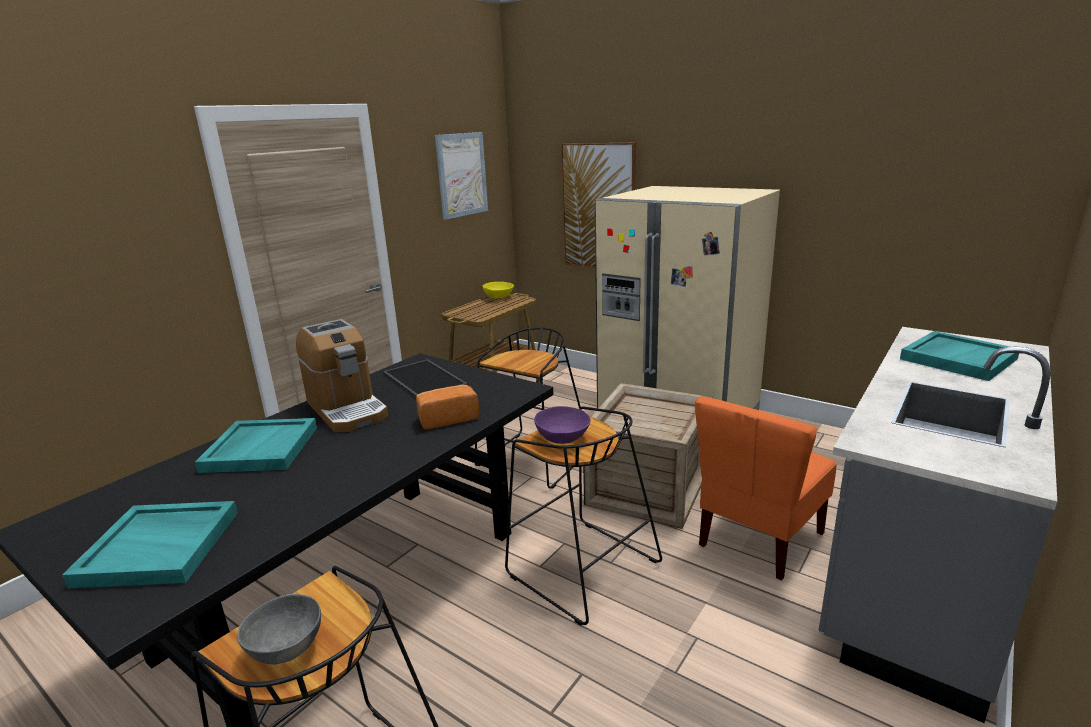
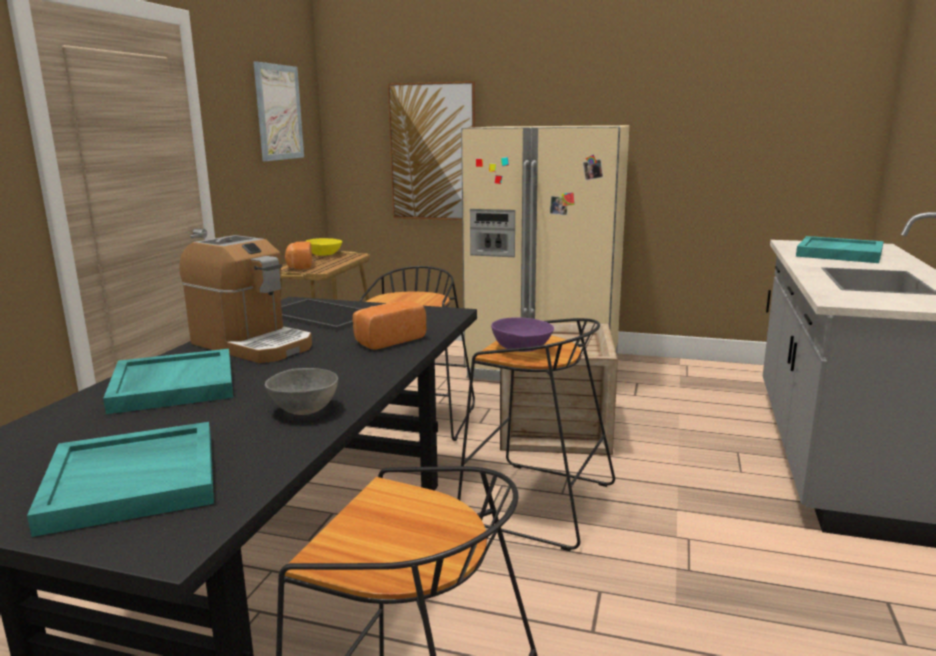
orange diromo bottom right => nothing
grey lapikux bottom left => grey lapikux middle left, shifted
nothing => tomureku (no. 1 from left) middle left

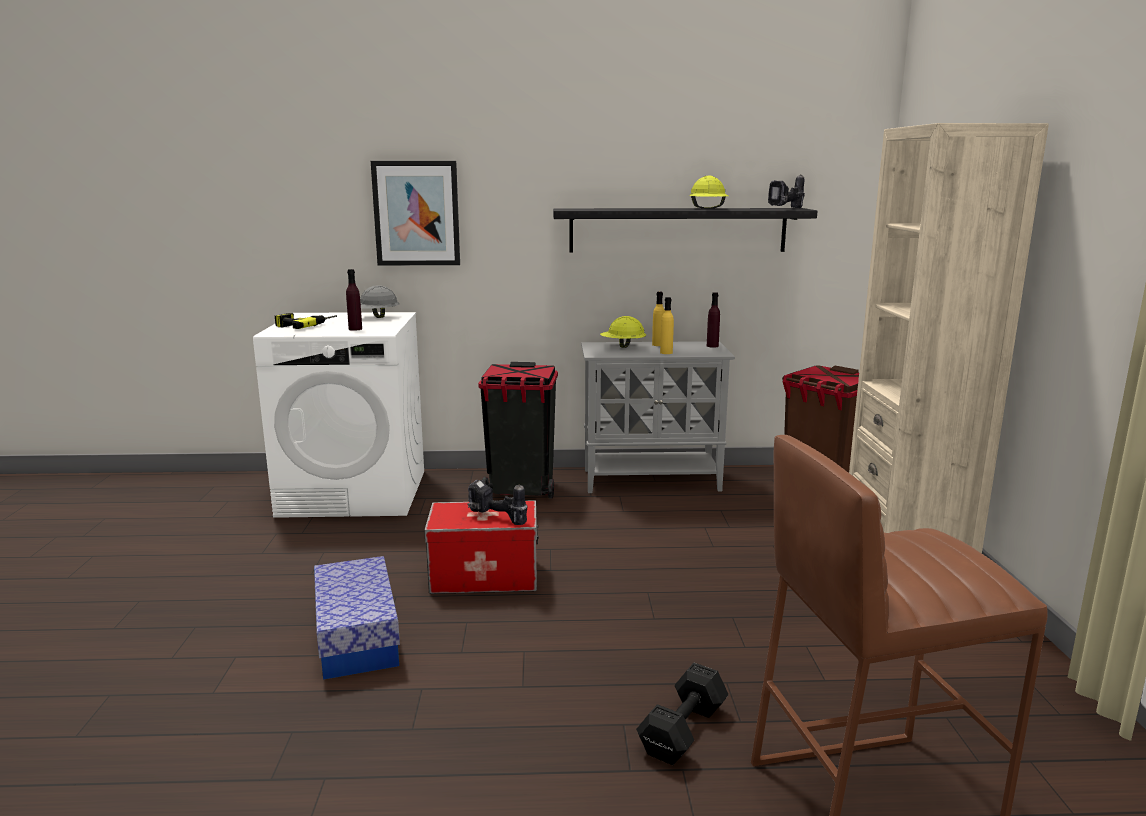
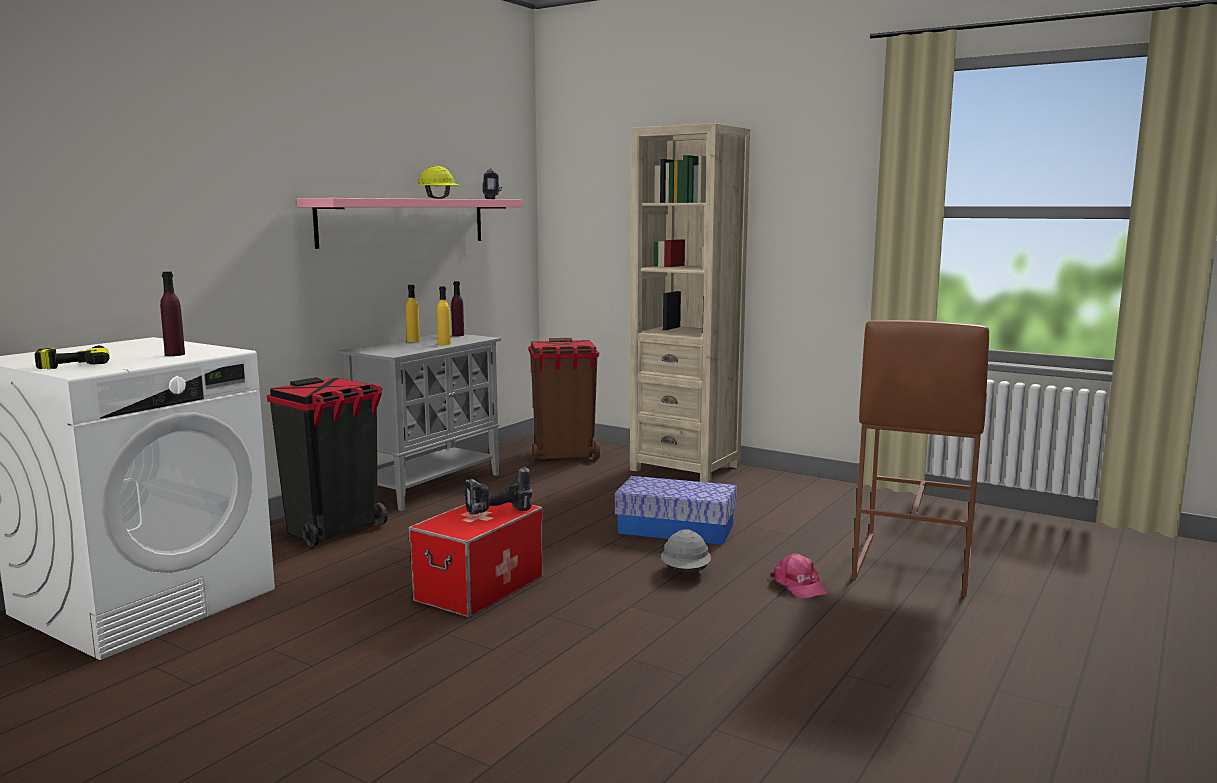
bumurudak top centre => nothing
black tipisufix top centre => pink tipisufix top centre
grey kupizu middle left => grey kupizu bottom centre, shifted
yellow kupizu (no. 1 from left) centre => nothing
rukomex (no. 1 from left in the first image) bottom left => rukomex (no. 2 from left) centre, shifted
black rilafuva bottom centre => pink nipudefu bottom centre

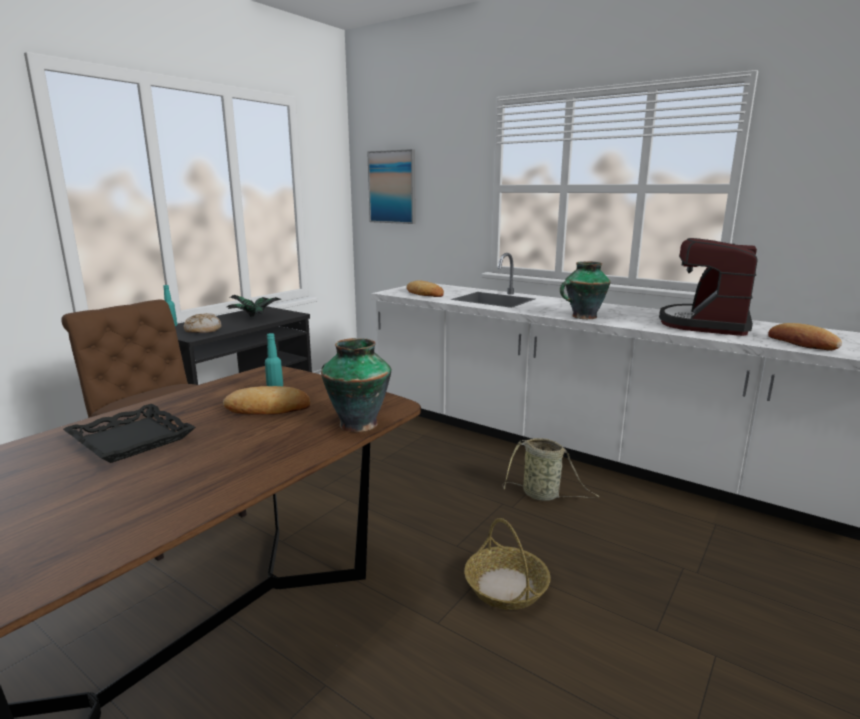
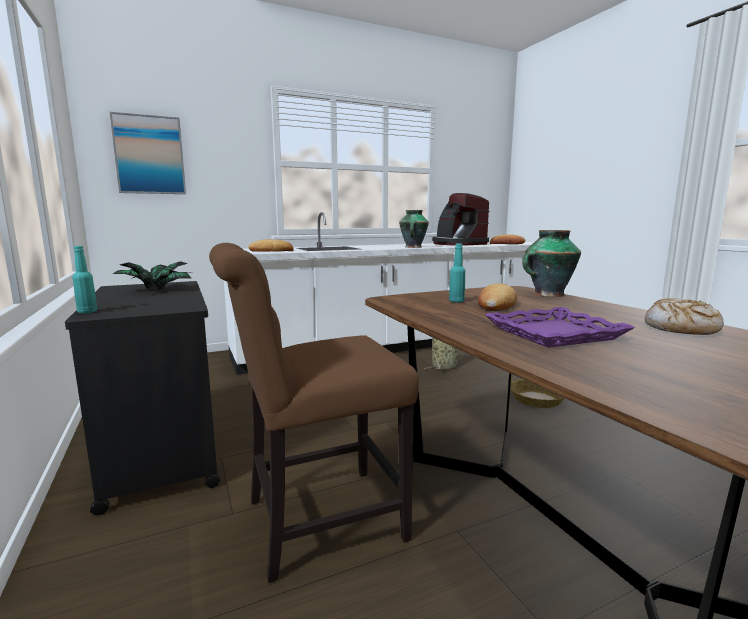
tomureku (no. 1 from left in the first image) middle left => tomureku (no. 4 from left) middle right, shifted
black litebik middle left => purple litebik middle right

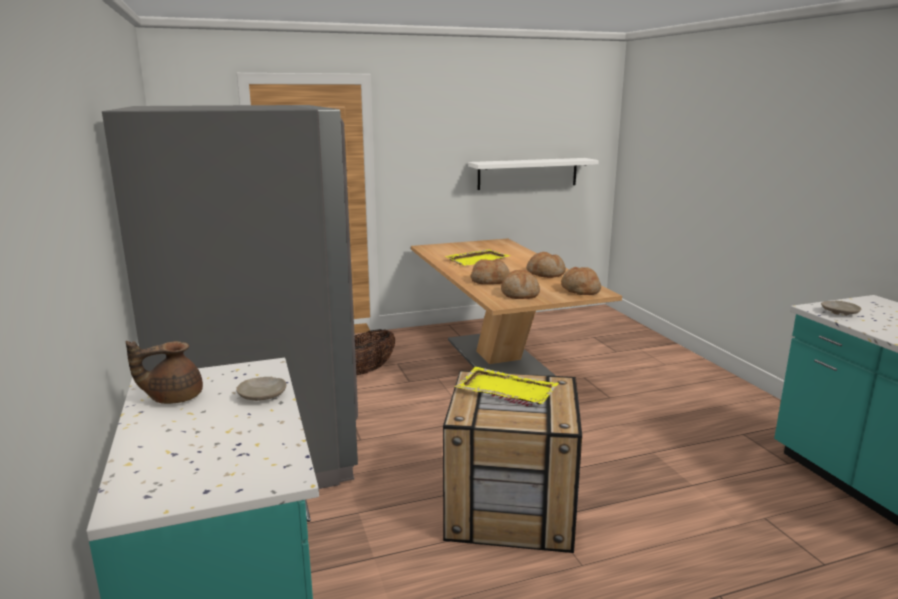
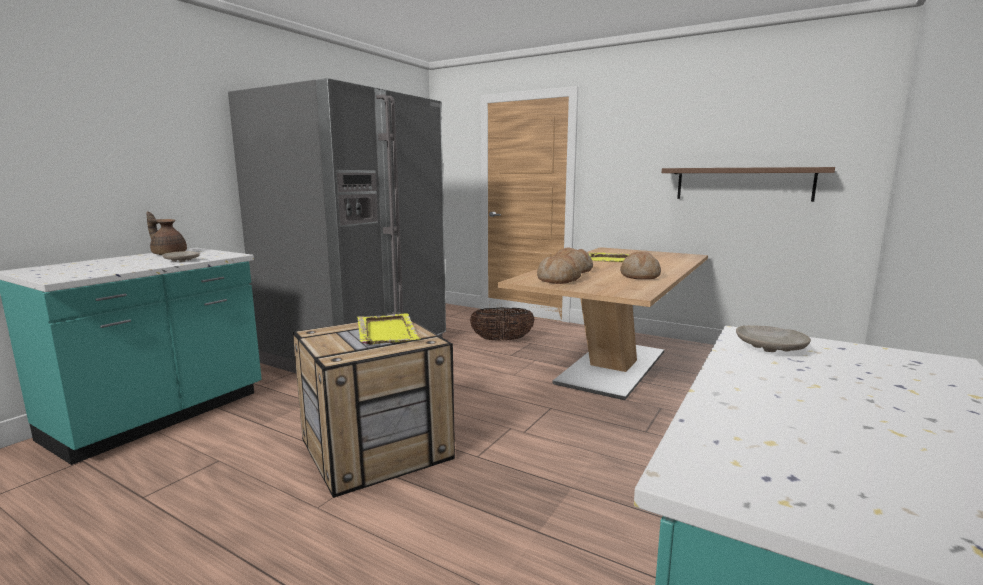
white tipisufix top centre => brown tipisufix top right
tomureku (no. 4 from left) centre => nothing

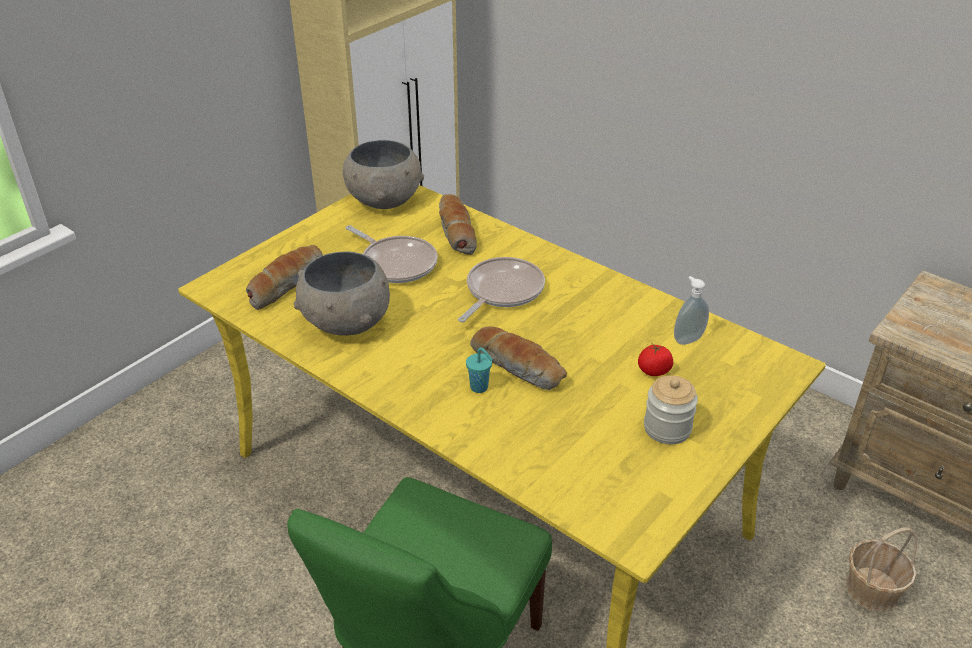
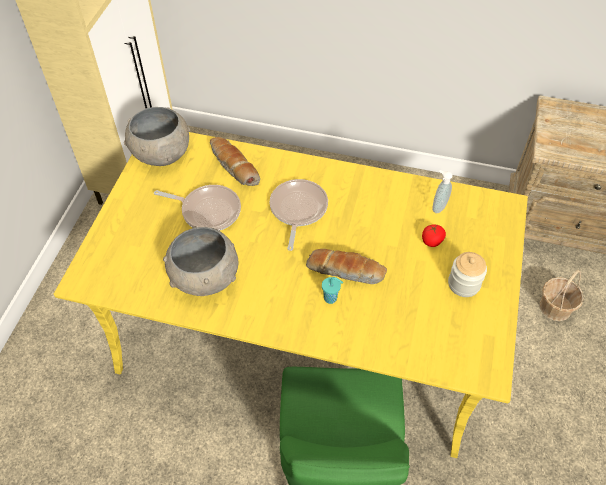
tomureku (no. 1 from left) middle left => nothing

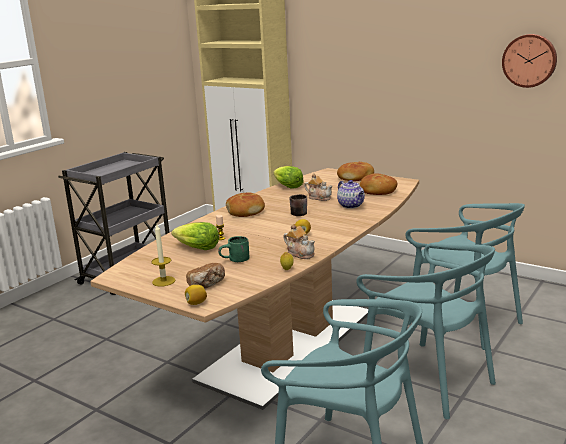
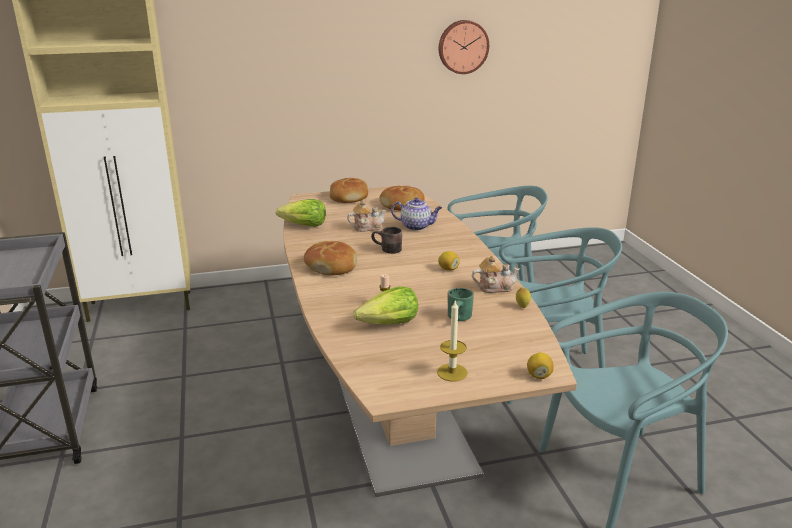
tomureku (no. 1 from left) centre => nothing

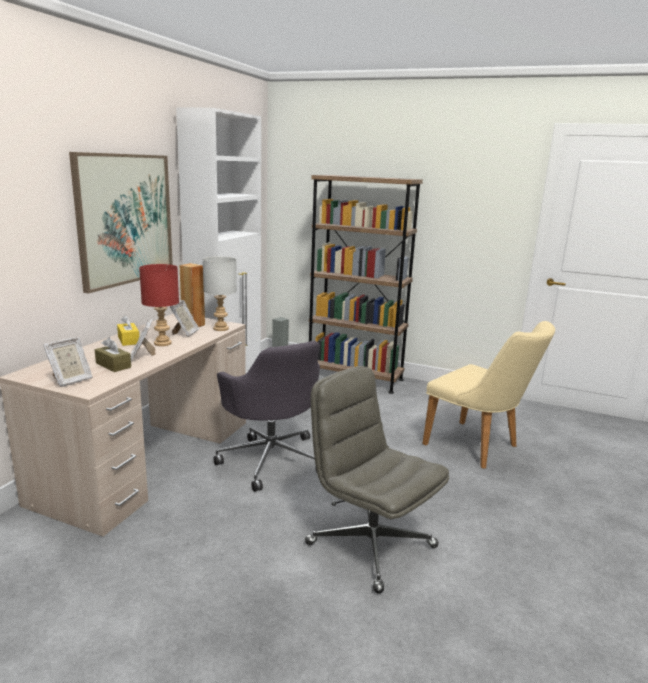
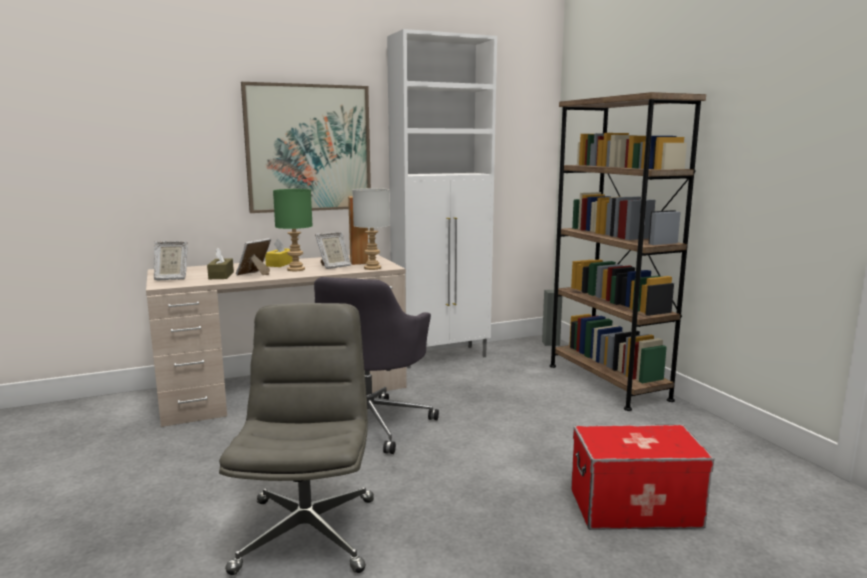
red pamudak middle left => green pamudak centre
beige diromo middle right => rukomex bottom right

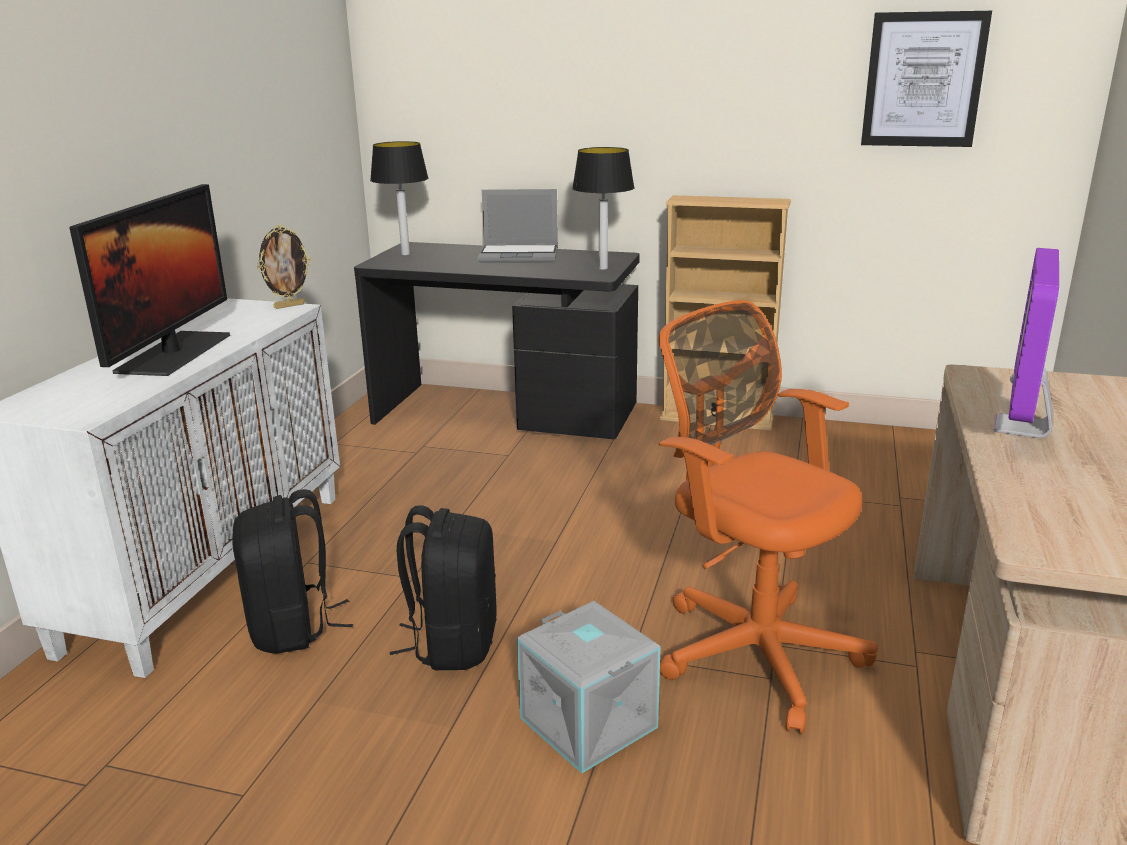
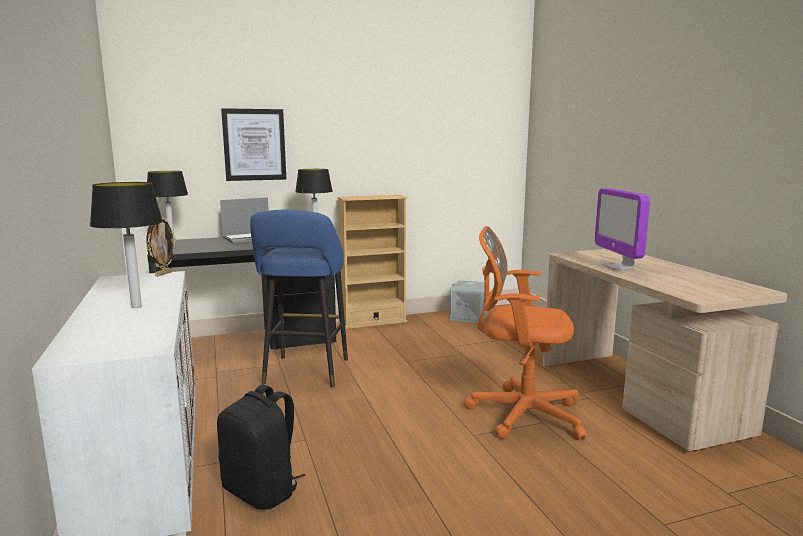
bumurudak top right => bumurudak top left, shifted
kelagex (no. 1 from left) top left => pamudak (no. 1 from left) middle left
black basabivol (no. 2 from left) bottom centre => nothing
grey rukomex bottom centre => grey rukomex centre, shifted
nothing => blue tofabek centre

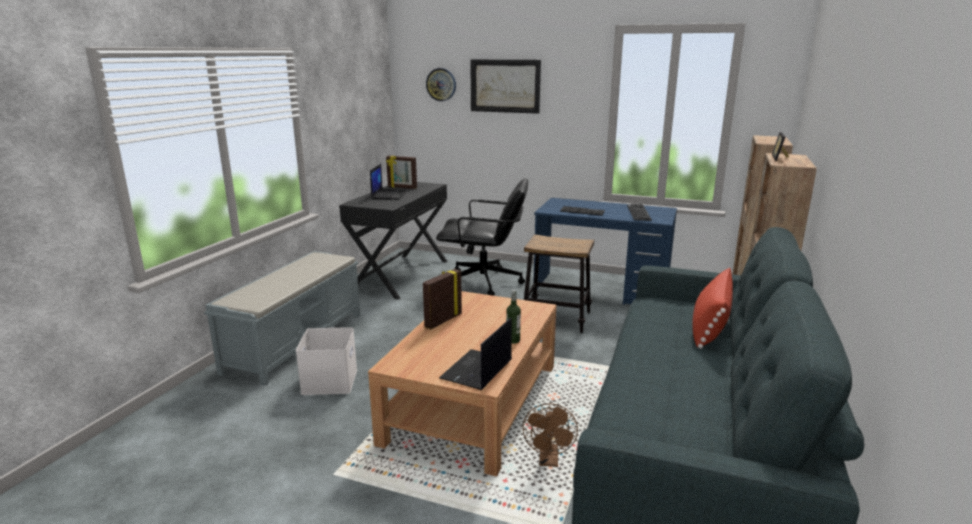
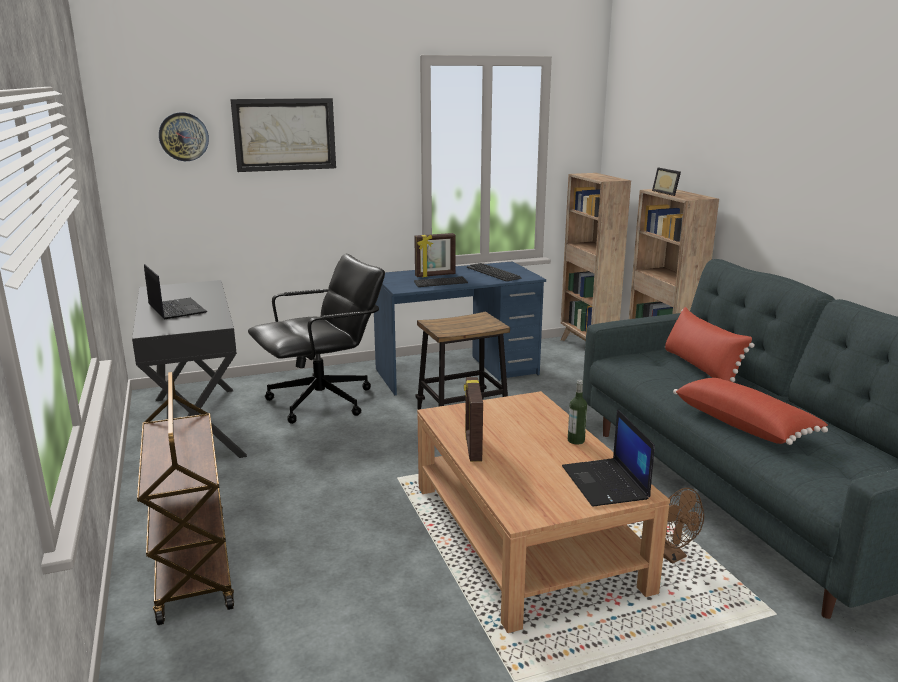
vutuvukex (no. 1 from left) top centre => vutuvukex (no. 1 from left) centre, shifted
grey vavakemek middle left => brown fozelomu bottom left
white rukomex bottom centre => nothing
nothing => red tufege (no. 2 from left) middle right

